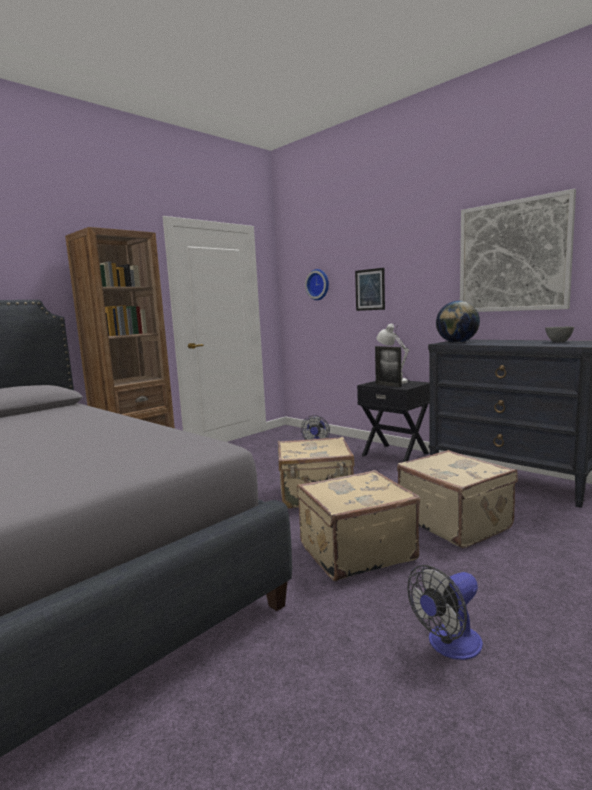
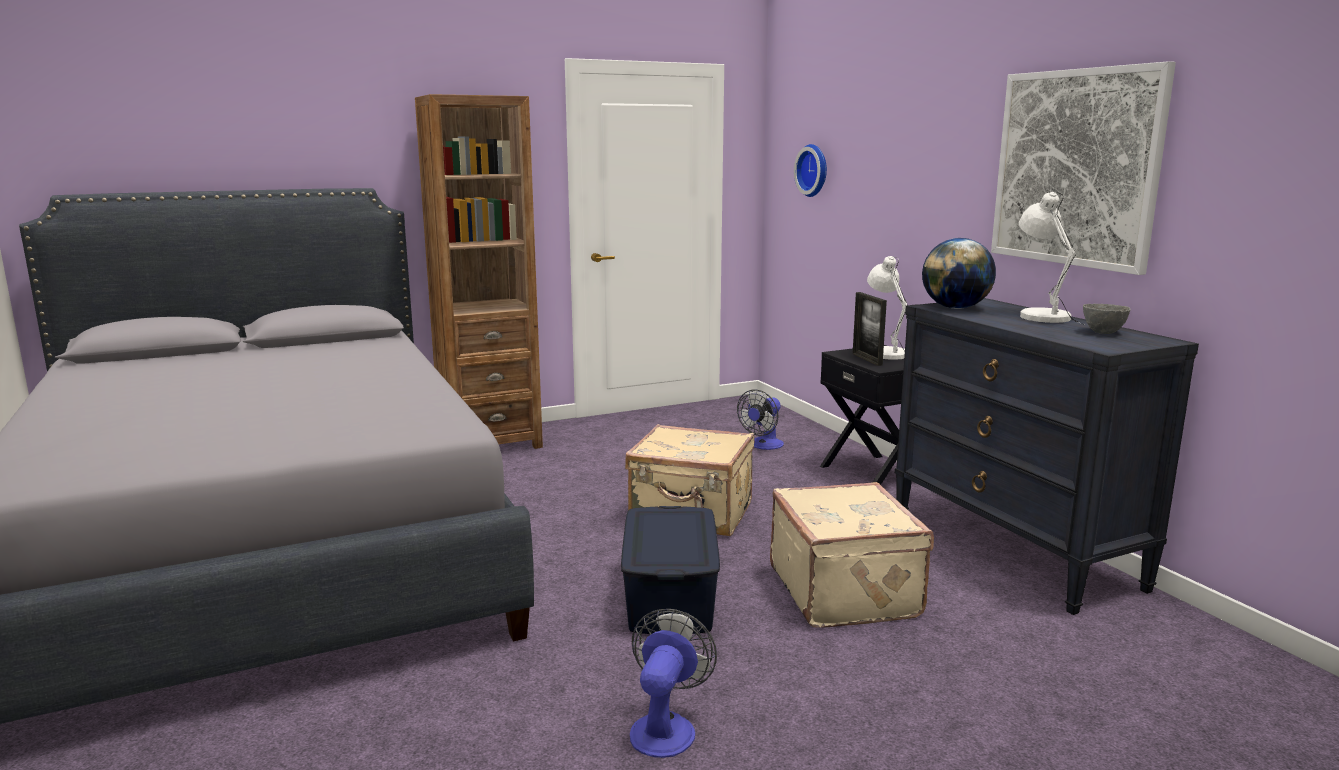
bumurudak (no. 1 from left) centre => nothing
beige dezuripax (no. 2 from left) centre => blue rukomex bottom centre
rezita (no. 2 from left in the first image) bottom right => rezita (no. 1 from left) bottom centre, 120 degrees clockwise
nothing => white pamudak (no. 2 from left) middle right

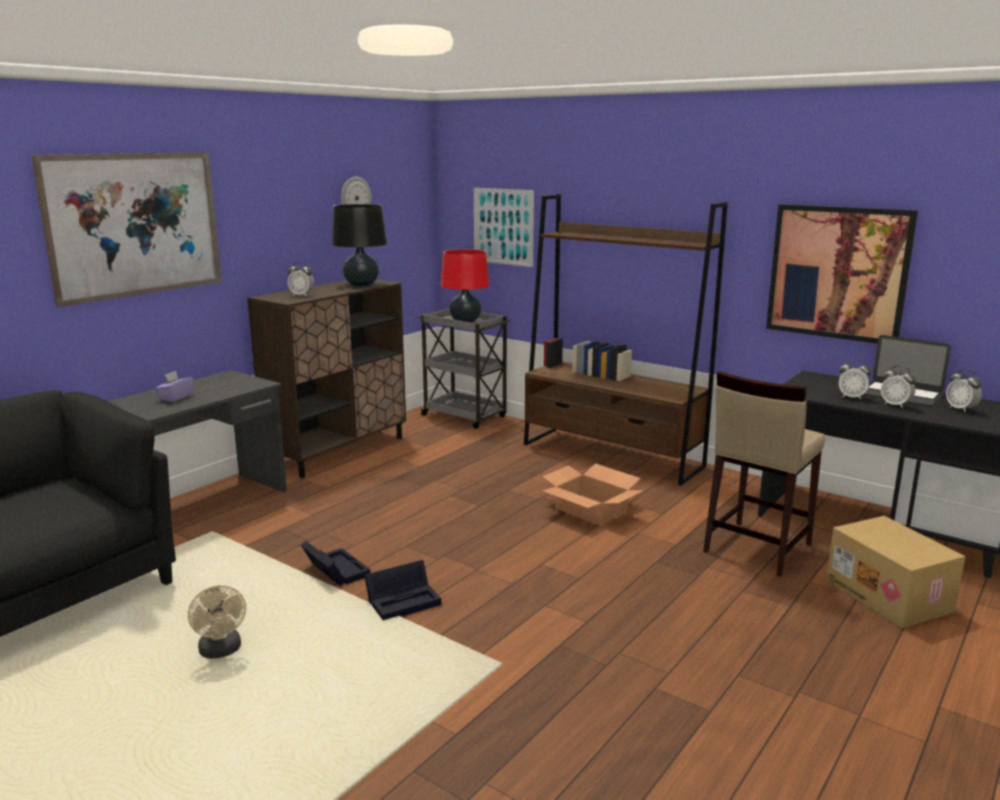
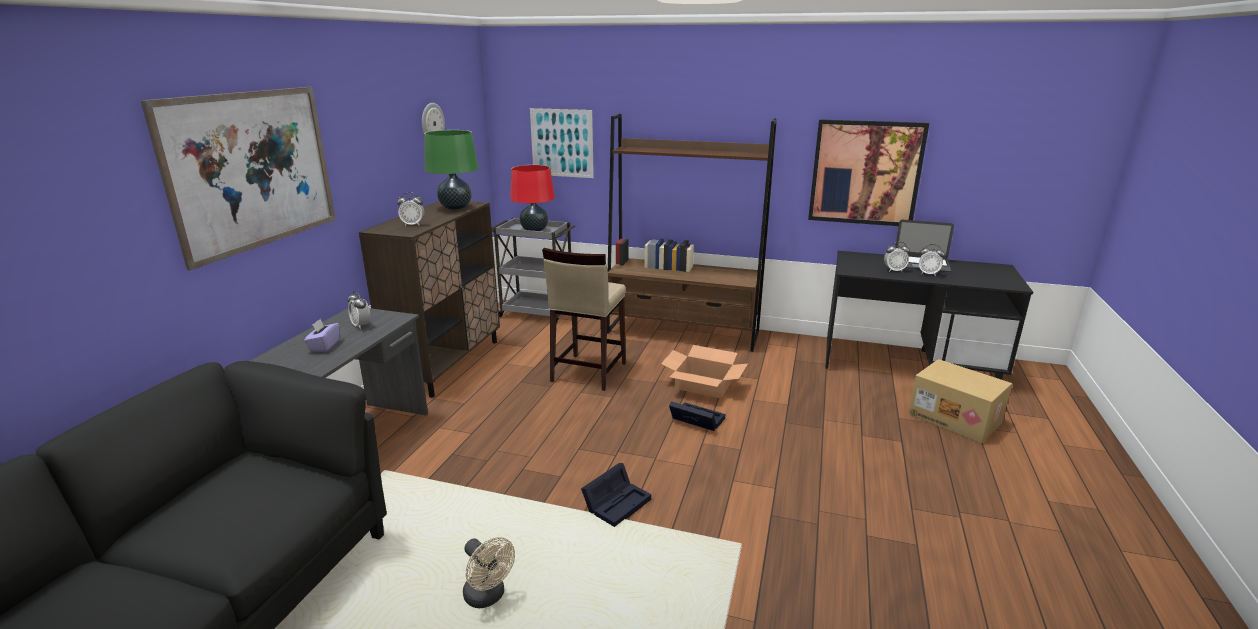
black pamudak top centre => green pamudak top centre
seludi (no. 4 from left in the first image) middle right => seludi (no. 1 from left) middle left, shifted
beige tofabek middle right => beige tofabek centre, shifted
black rukomex (no. 1 from left in the first image) bottom centre => black rukomex (no. 2 from left) centre, shifted

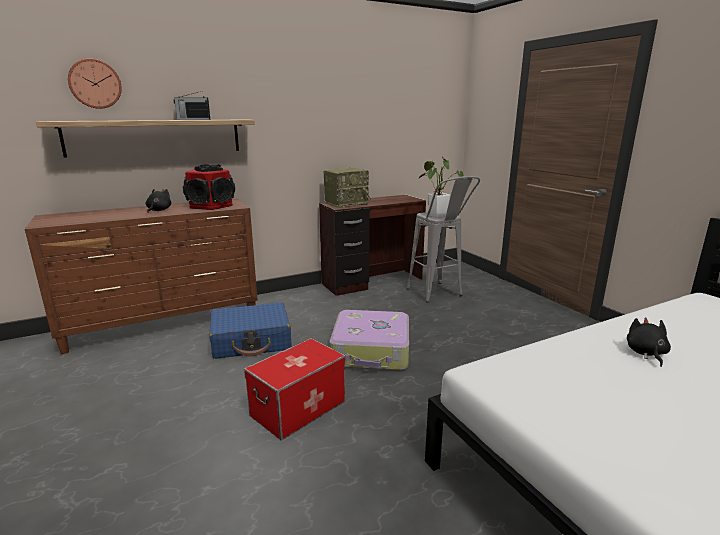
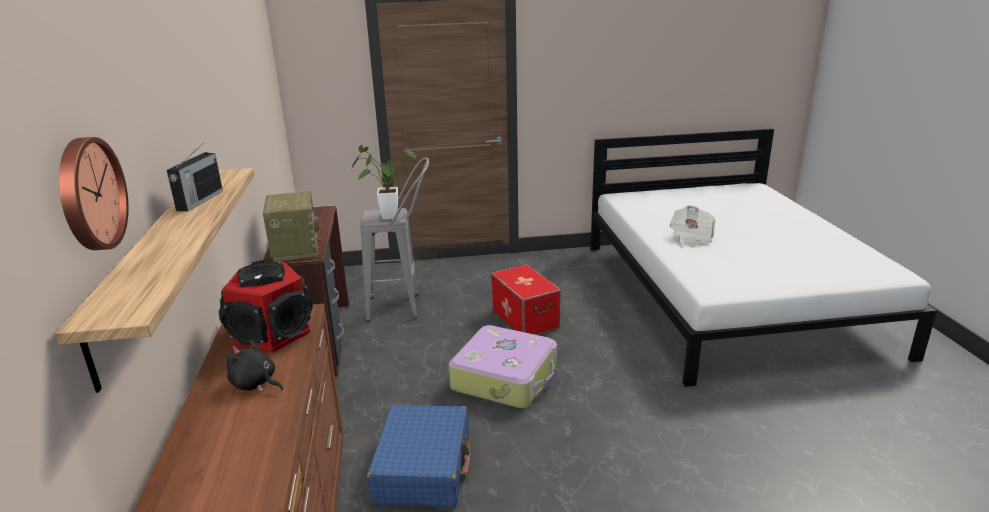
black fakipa (no. 2 from left) middle right => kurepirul middle right
rukomex bottom centre => rukomex centre, shifted

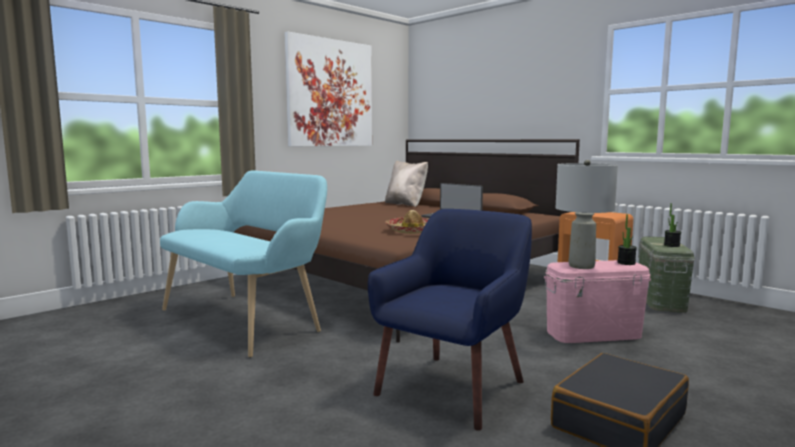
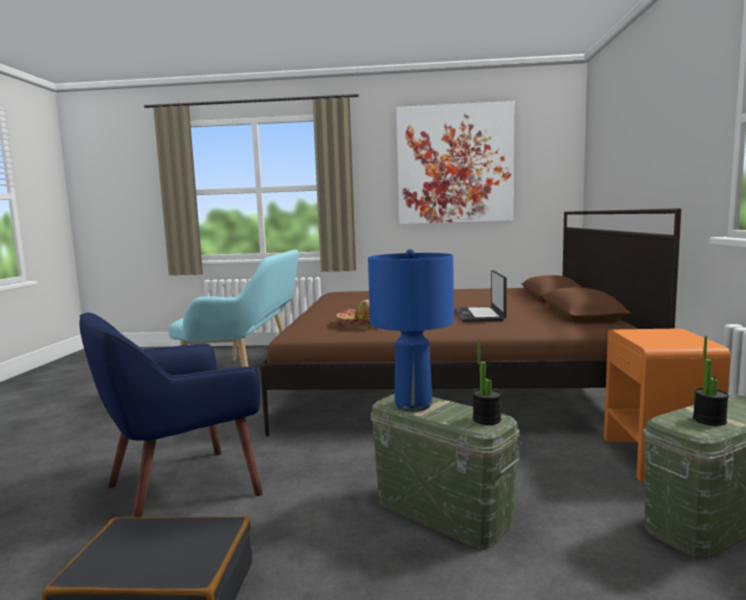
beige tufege centre => nothing
grey pamudak middle right => blue pamudak centre
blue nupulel bottom centre => blue nupulel bottom left, 150 degrees clockwise
pink rukomex bottom right => green rukomex (no. 1 from left) bottom centre

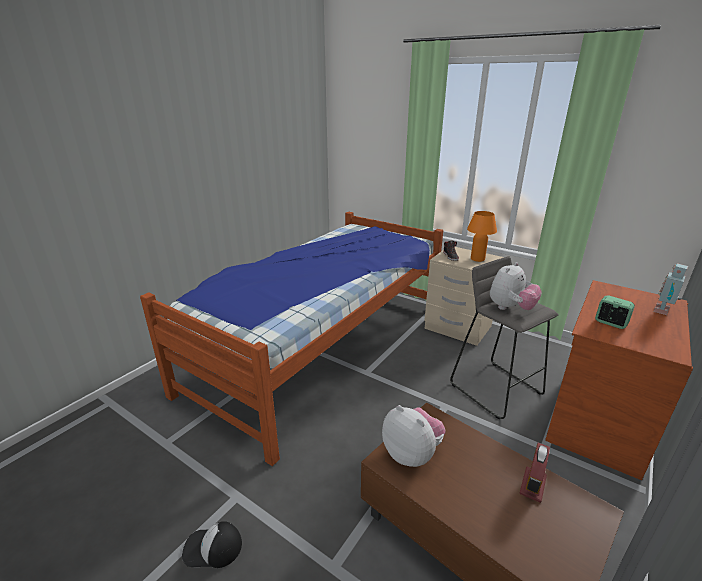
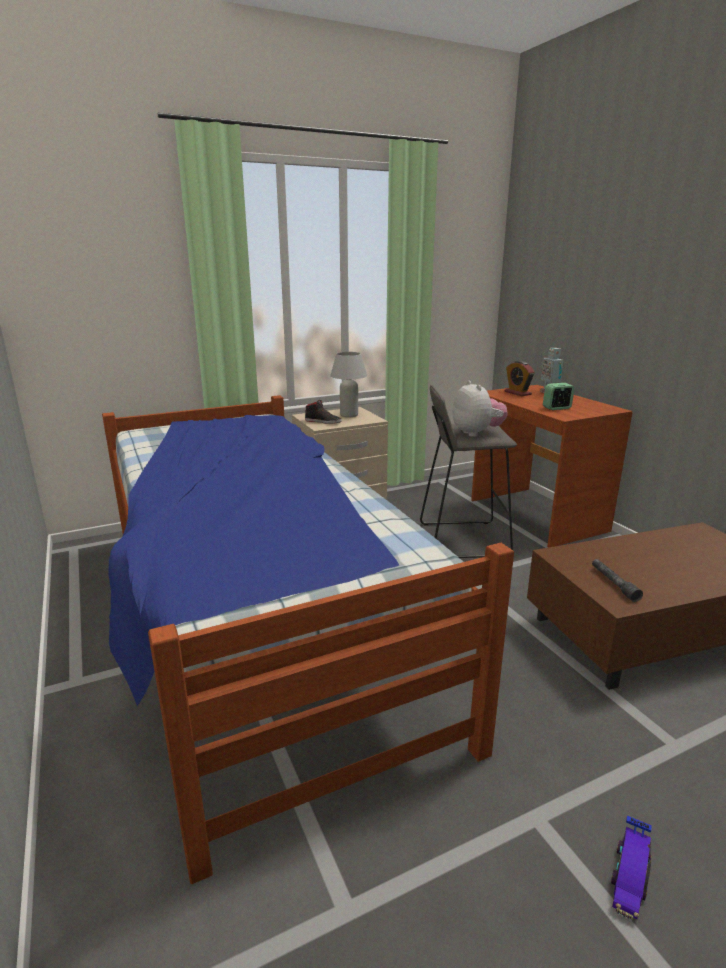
orange pamudak middle right => white pamudak centre
fakipa (no. 1 from left) bottom centre => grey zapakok middle right
seludi (no. 1 from left) bottom right => seludi (no. 1 from left) middle right, shifted
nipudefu bottom left => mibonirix bottom right

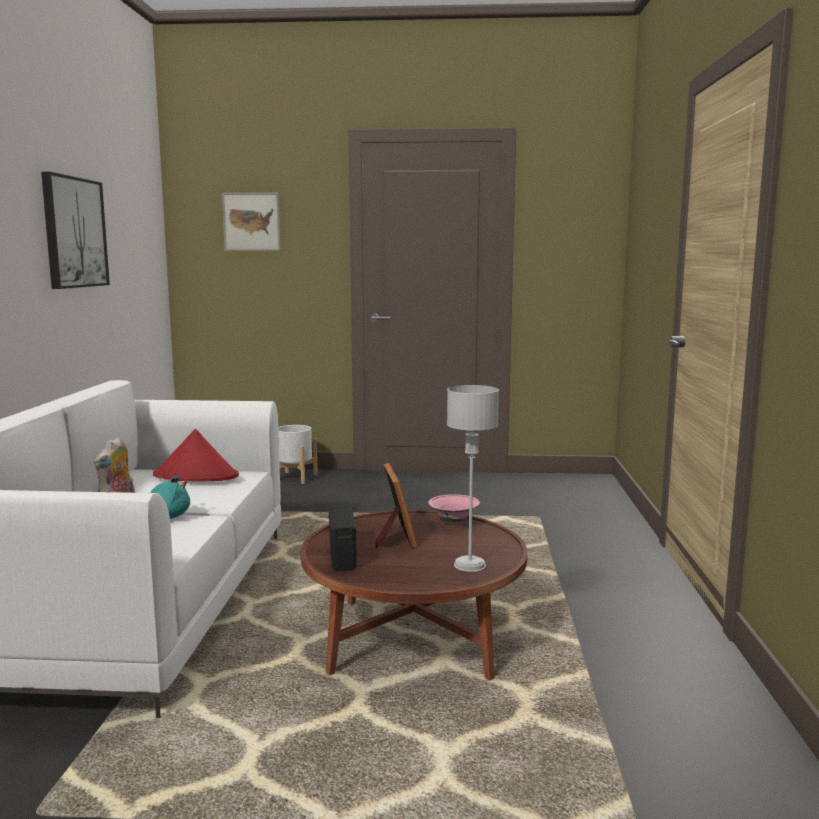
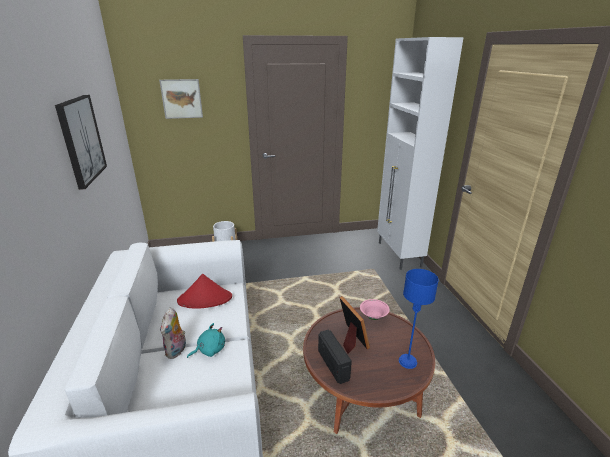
grey pamudak centre => blue pamudak bottom right
nothing => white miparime middle right

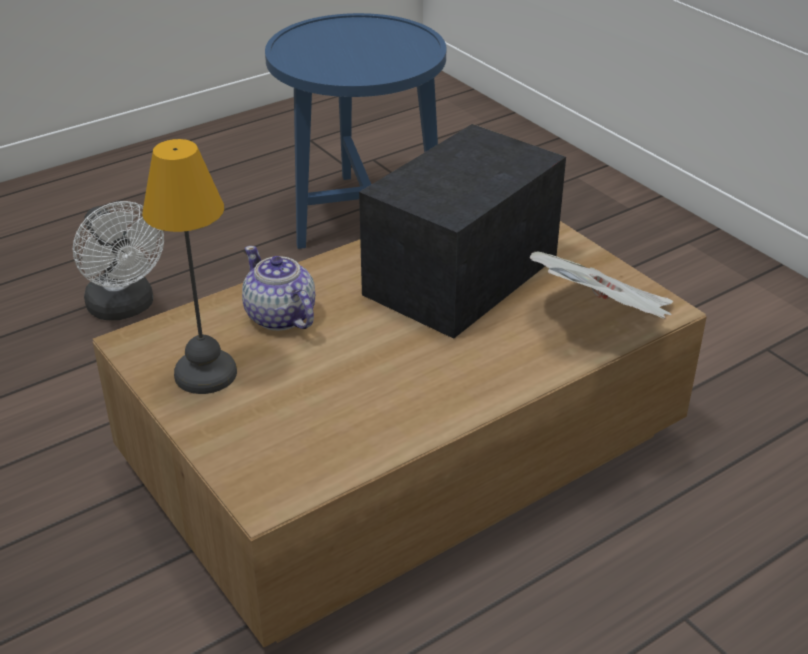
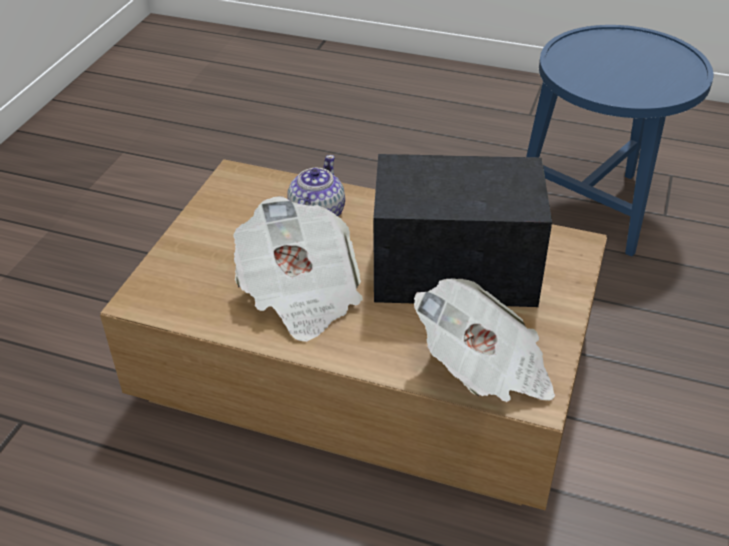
pamudak middle left => nothing
white rezita middle left => nothing
nothing => kurepirul (no. 1 from left) centre

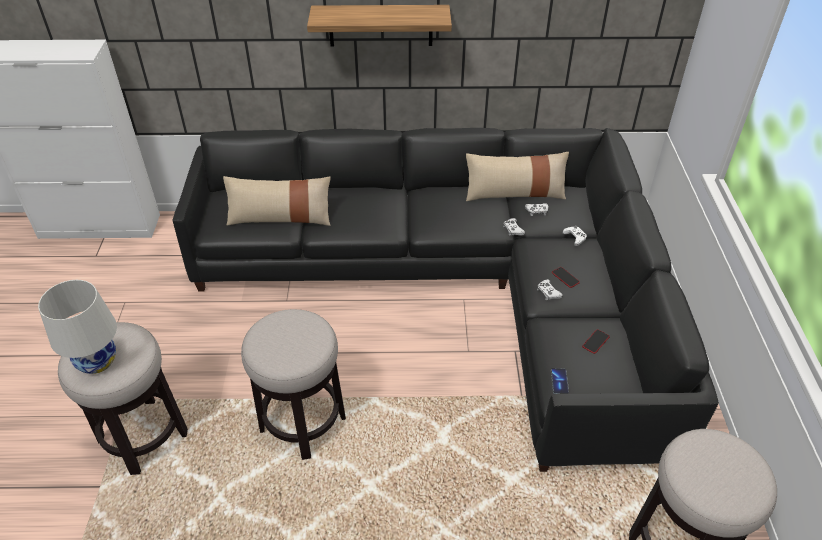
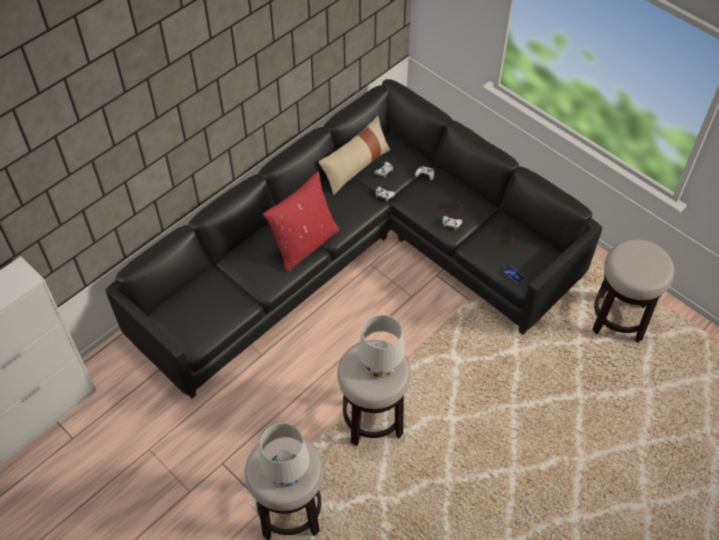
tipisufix top centre => nothing
beige tufege (no. 1 from left) centre => nothing
nothing => red tufege centre
nothing => white pamudak (no. 2 from left) centre

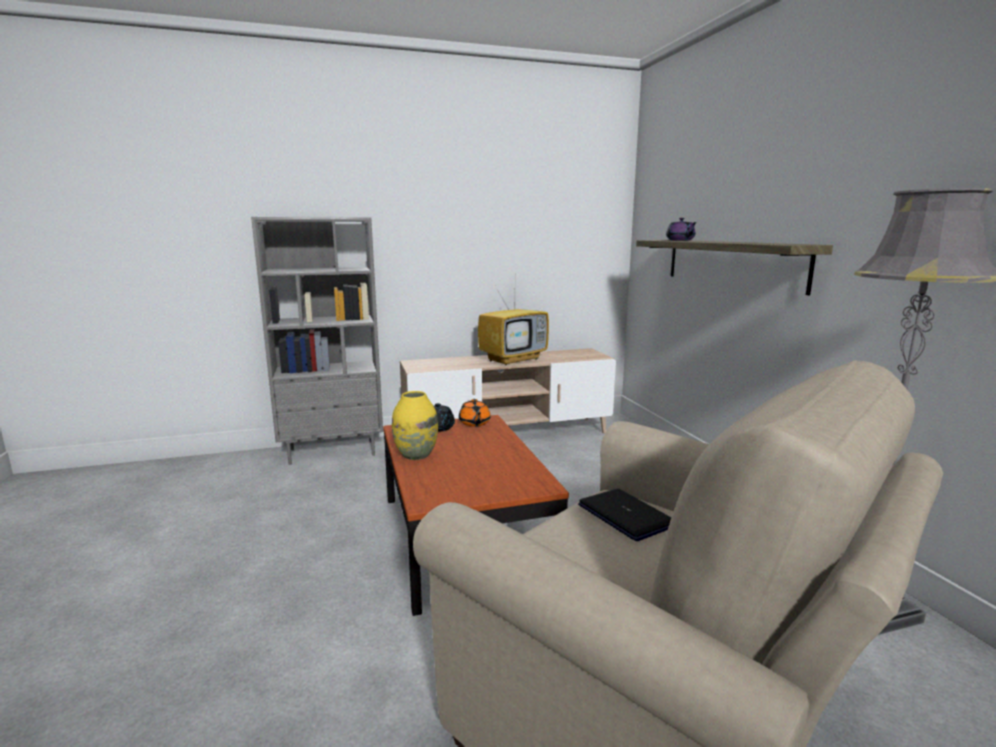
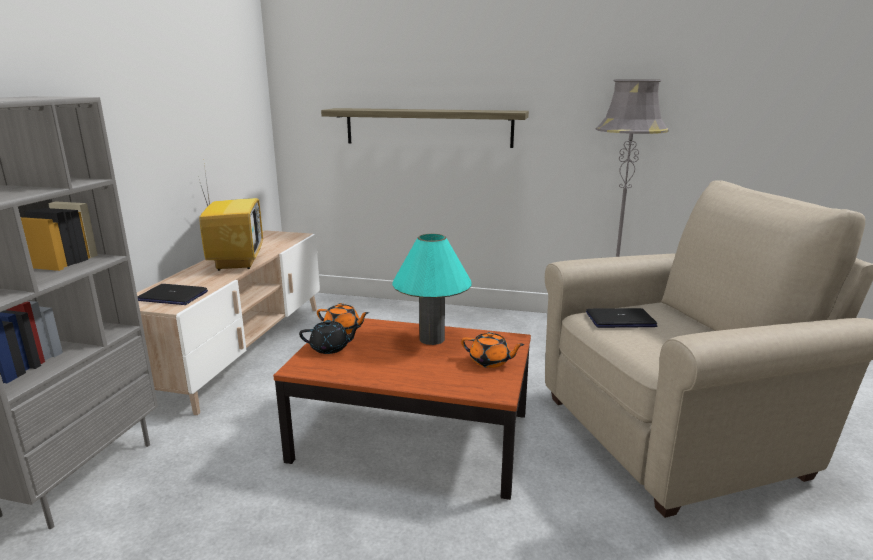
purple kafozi top right => nothing
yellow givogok centre => nothing
nothing => turquoise pamudak centre
nothing => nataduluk (no. 1 from left) middle left
nothing => orange kafozi (no. 2 from left) centre

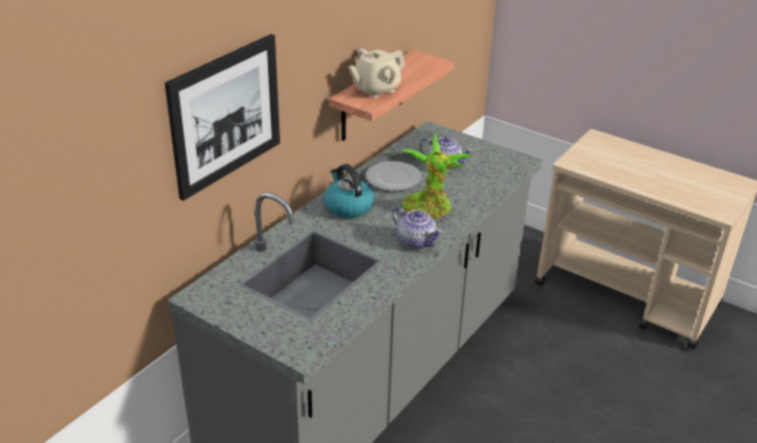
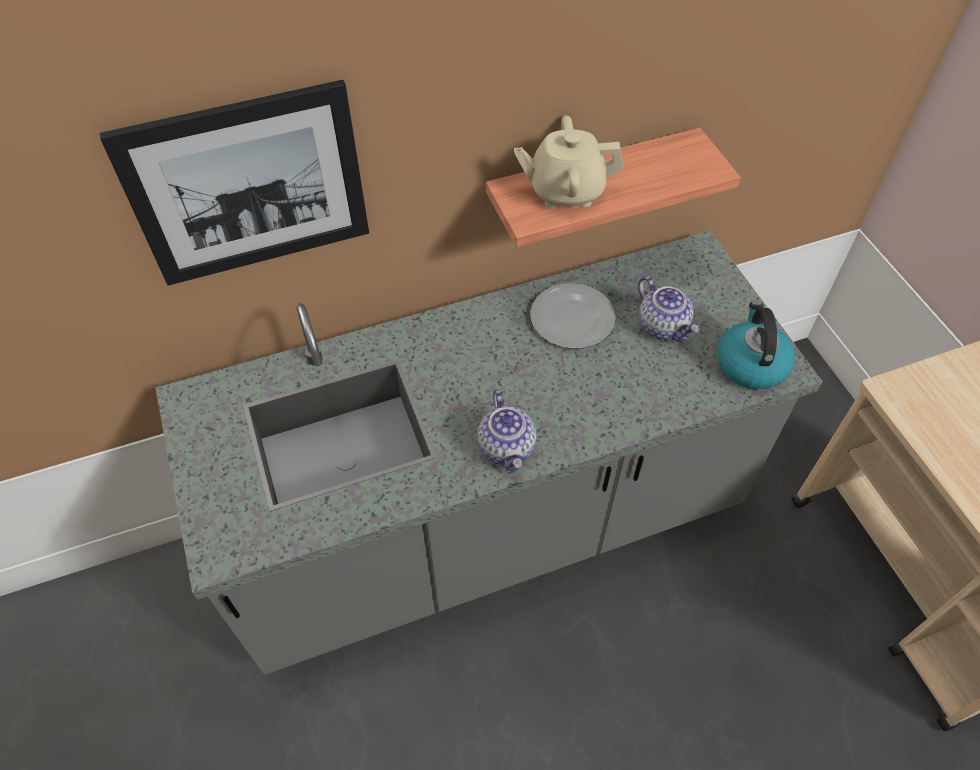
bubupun centre => nothing
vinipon centre => vinipon middle right, shifted

